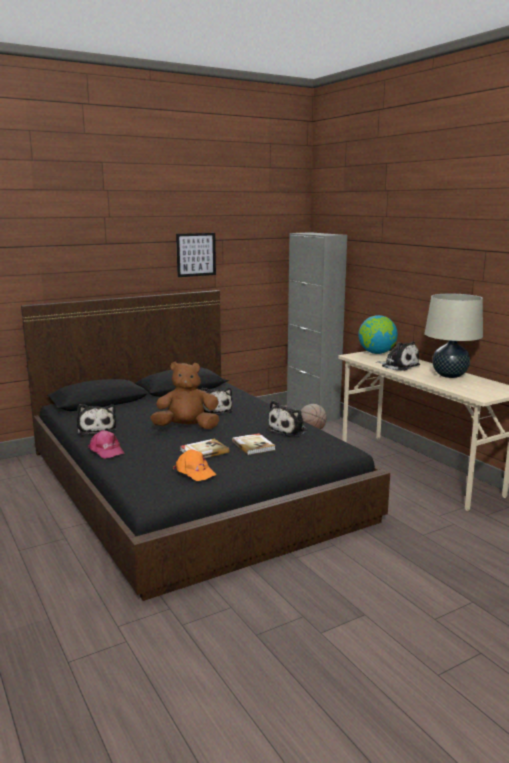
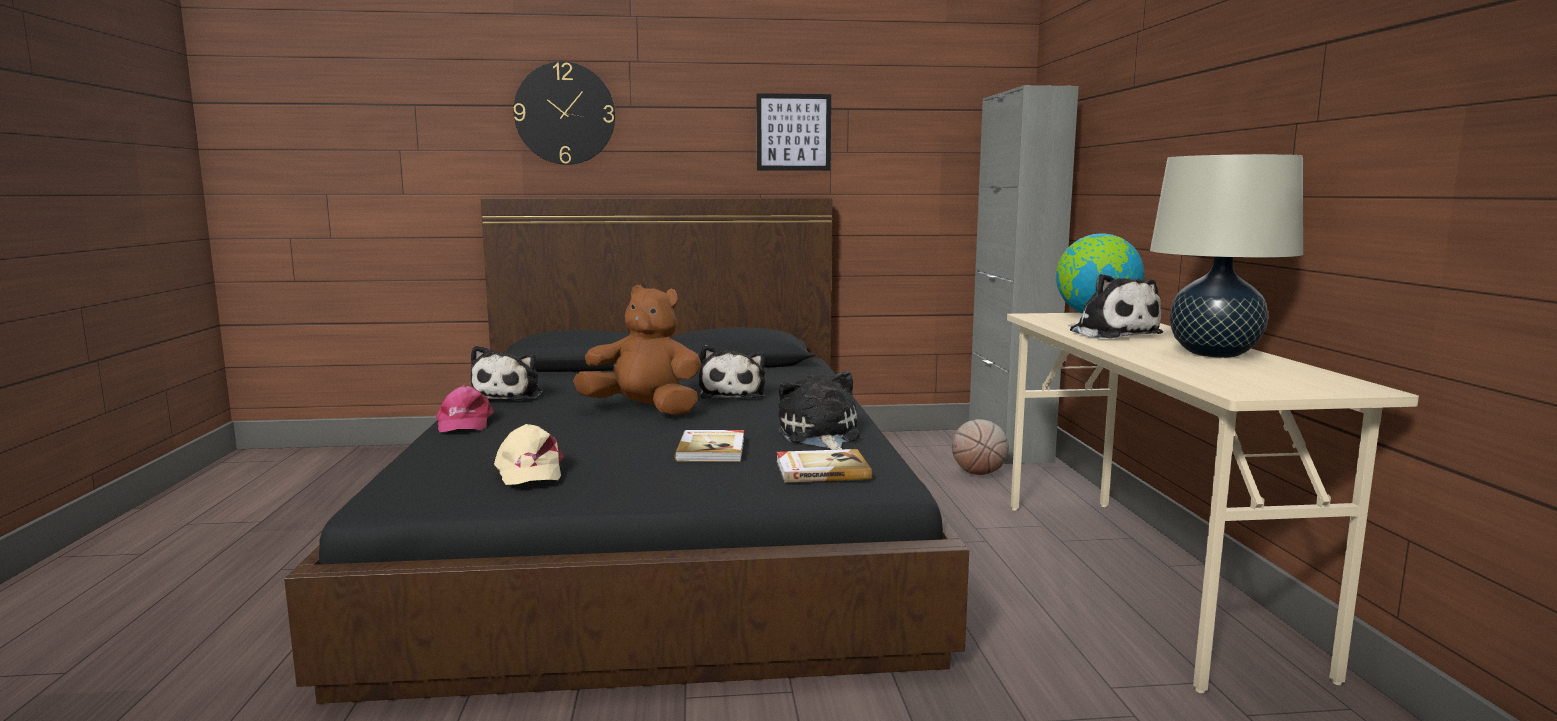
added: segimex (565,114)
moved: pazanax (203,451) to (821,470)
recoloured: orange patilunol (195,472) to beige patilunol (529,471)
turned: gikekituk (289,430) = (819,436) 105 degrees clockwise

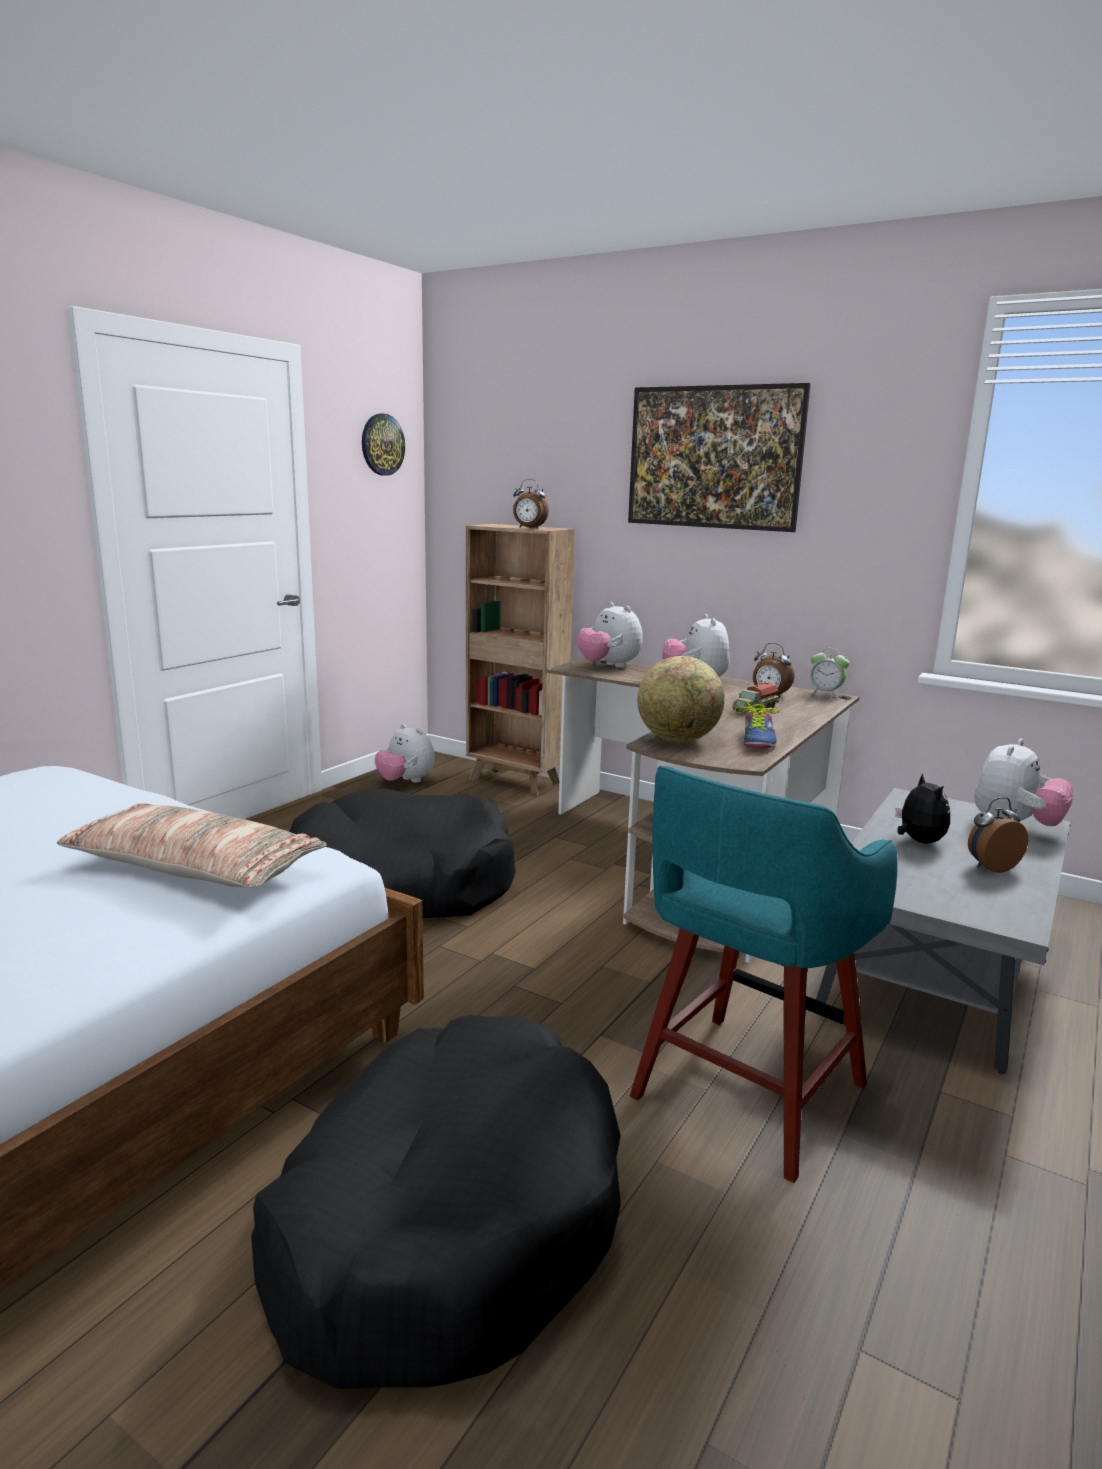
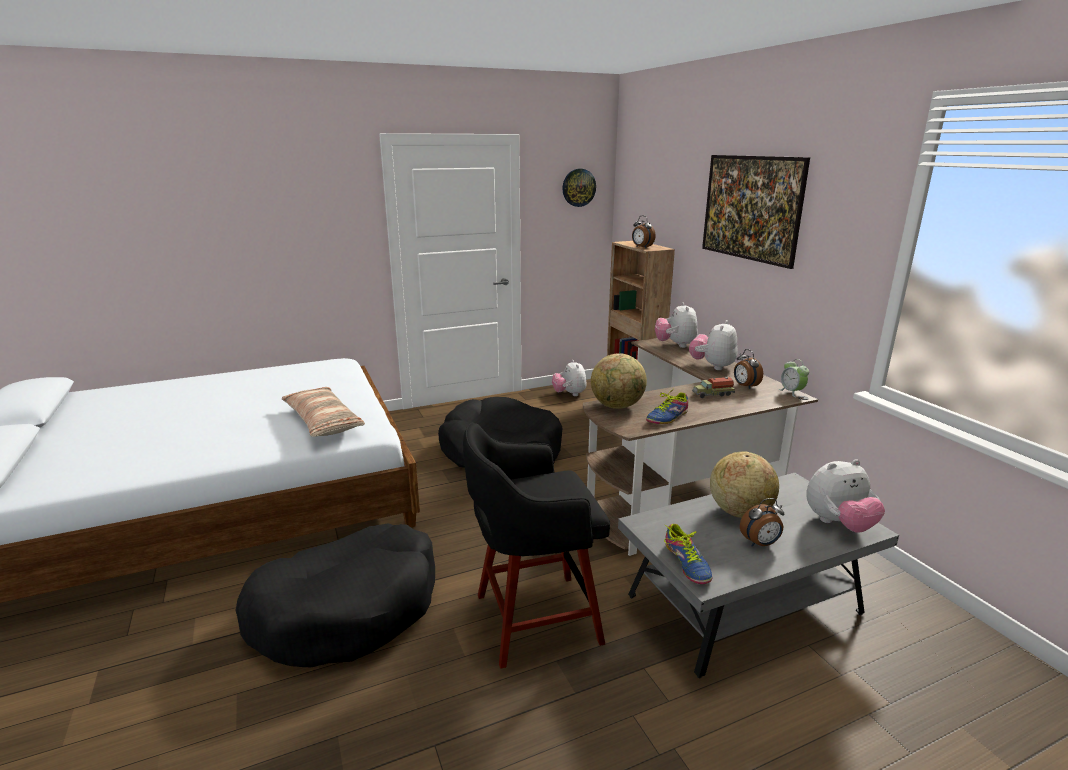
added: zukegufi (687,563)
replaced: gikekituk (918,841) to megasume (739,512)
recoloured: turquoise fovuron (745,1094) to black fovuron (533,619)
turned: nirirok (990,867) = (760,544) 150 degrees clockwise

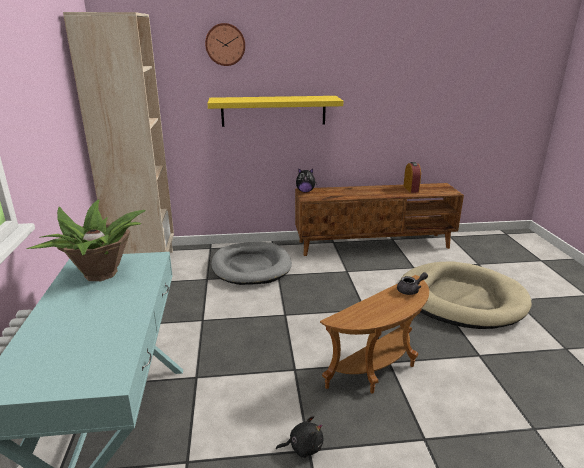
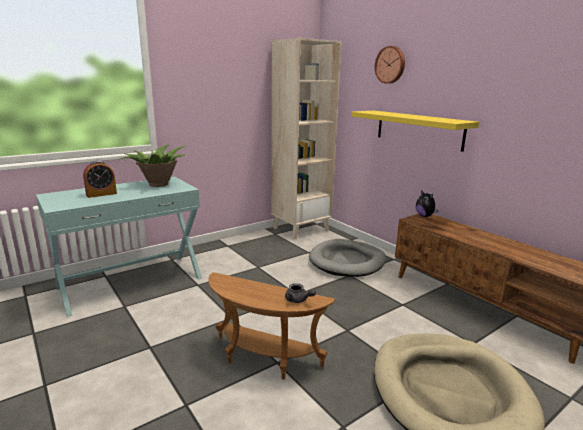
removed: black gikekituk (303,447)
moved: nirirok (411,189) to (101,194)

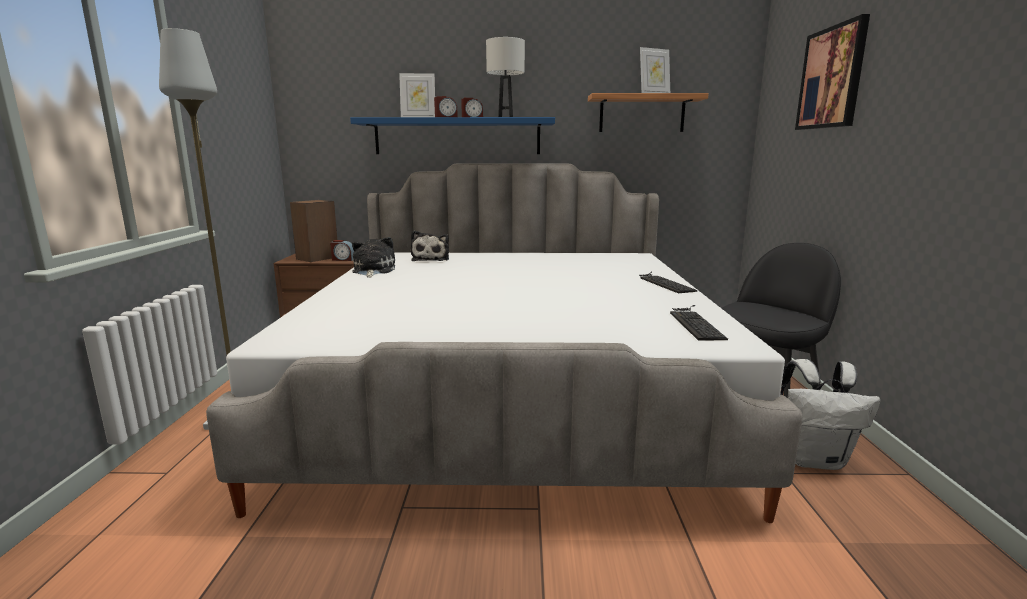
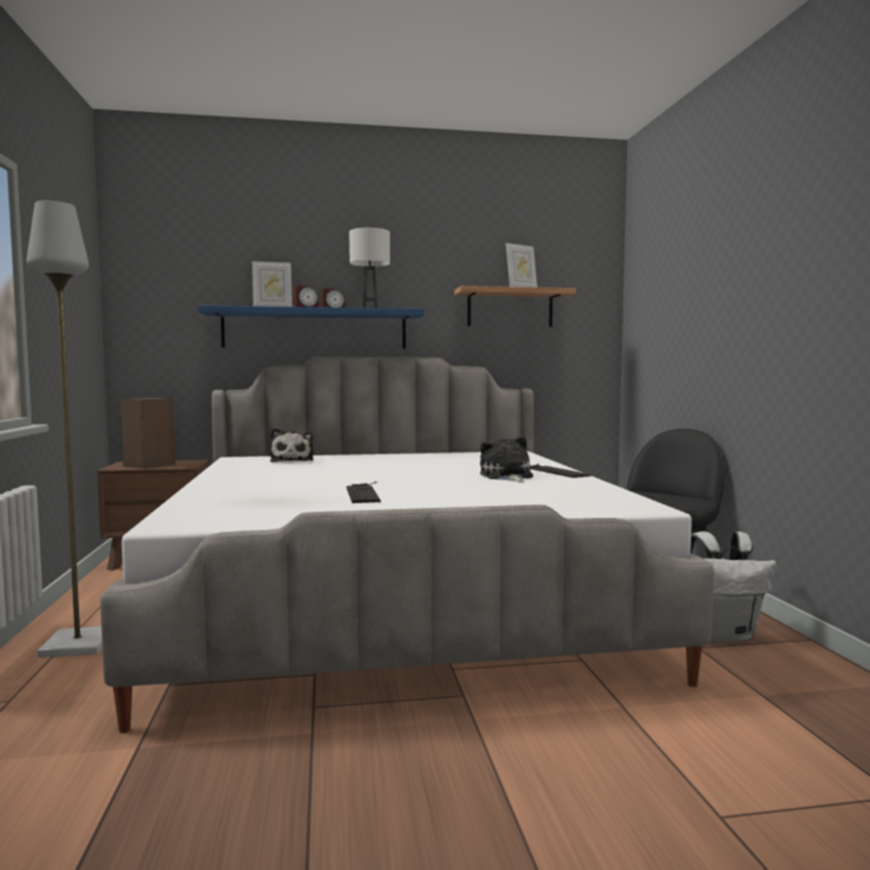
removed: nirirok (343,259); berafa (832,78)
moved: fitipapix (694,322) to (363,493); gikekituk (373,271) to (507,476)

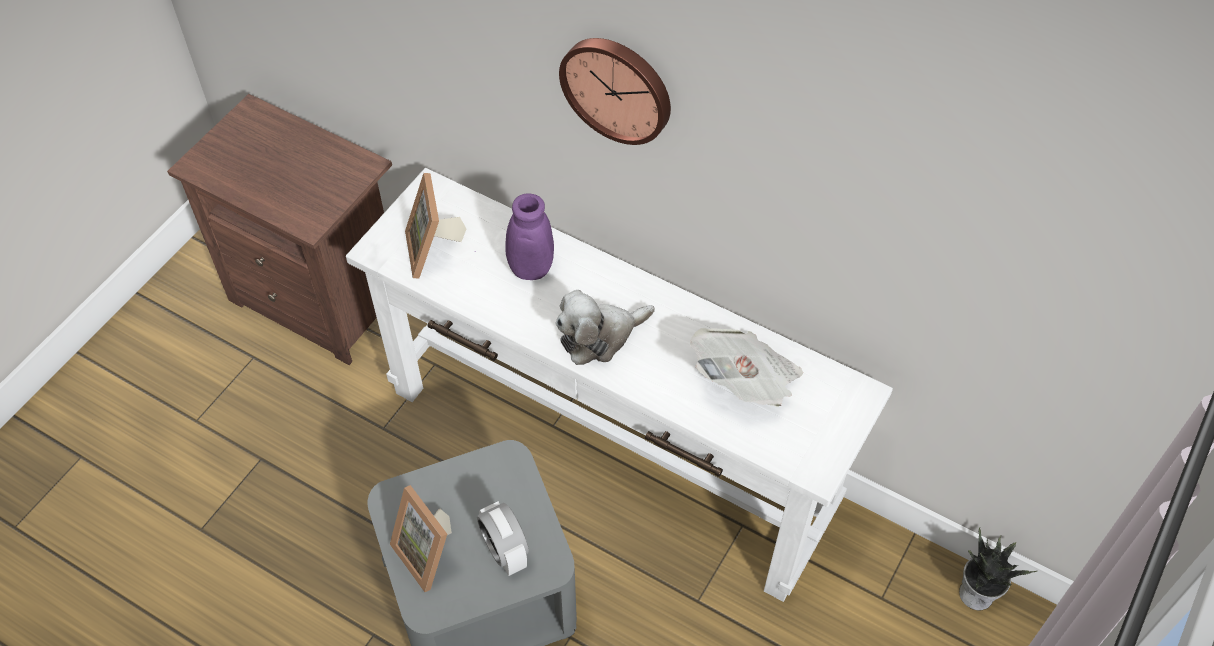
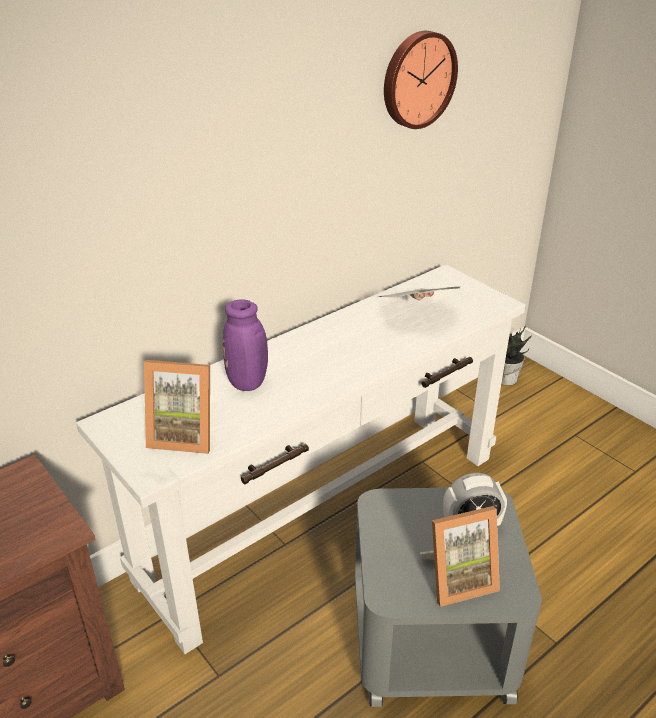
removed: gikekituk (600,336)
moved: segimex (618,88) to (417,79)

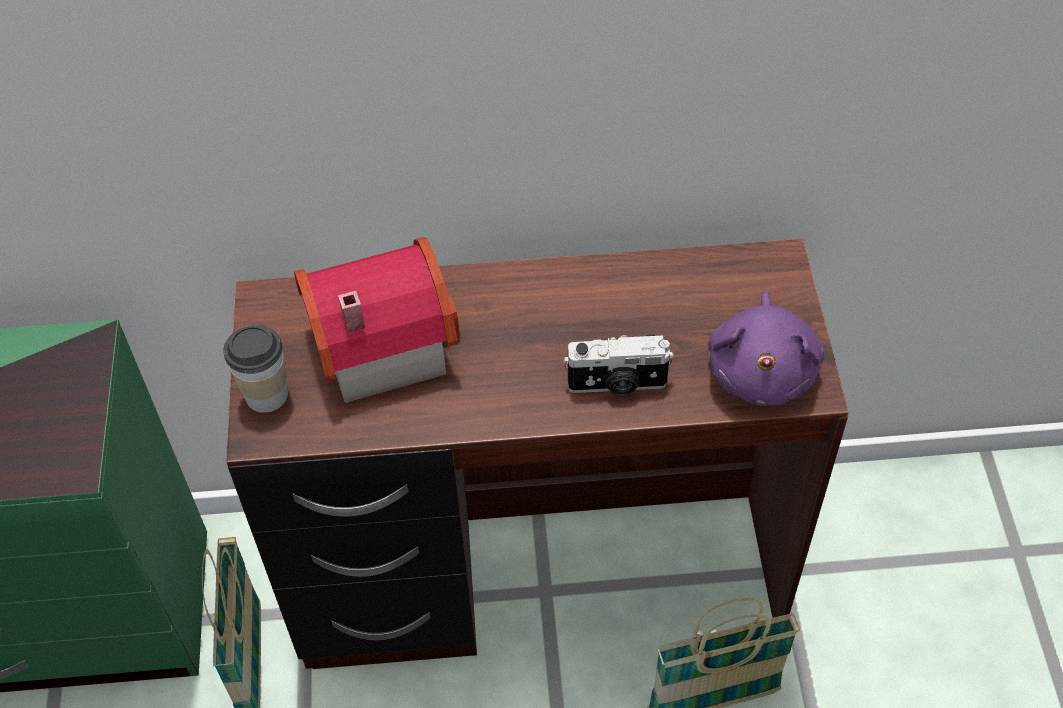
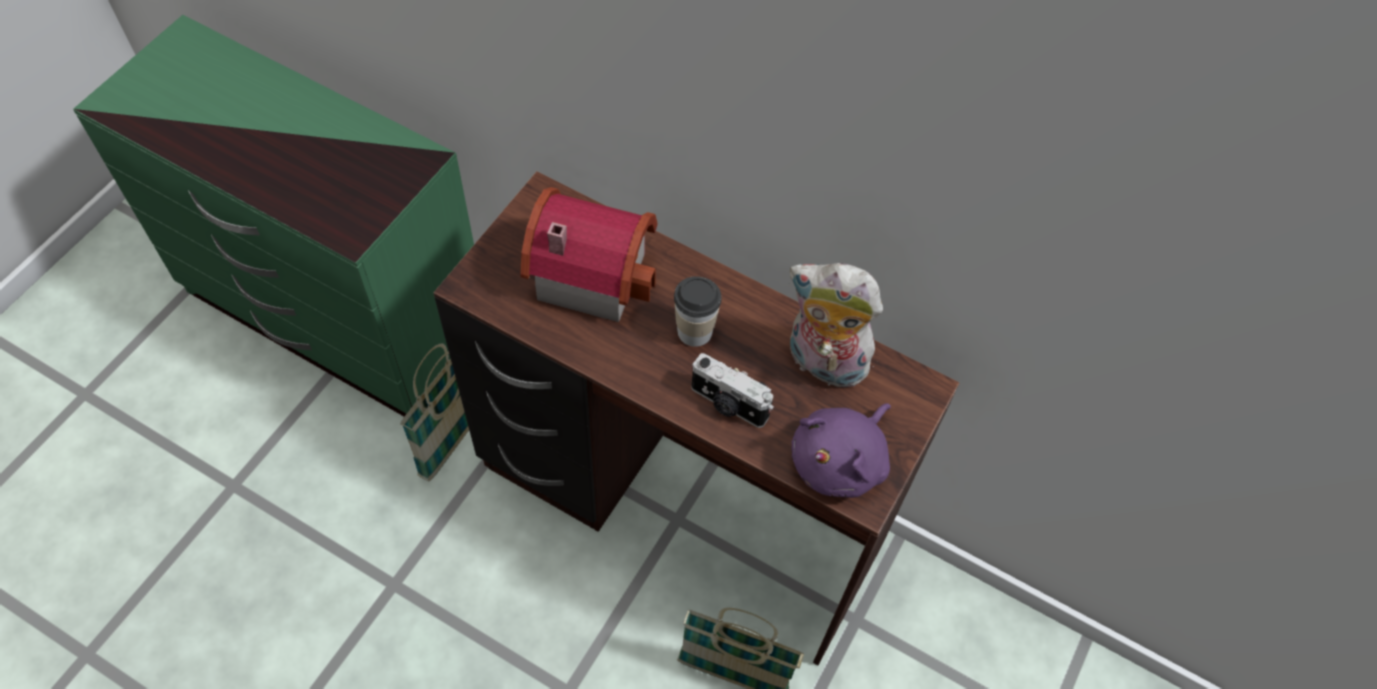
added: gikekituk (822,363)
moved: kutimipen (266,395) to (694,332)

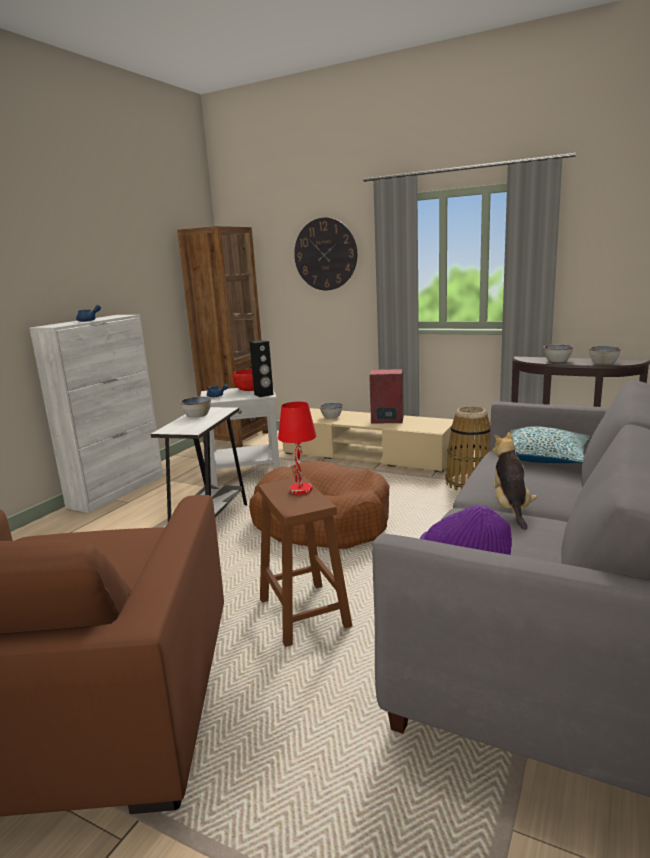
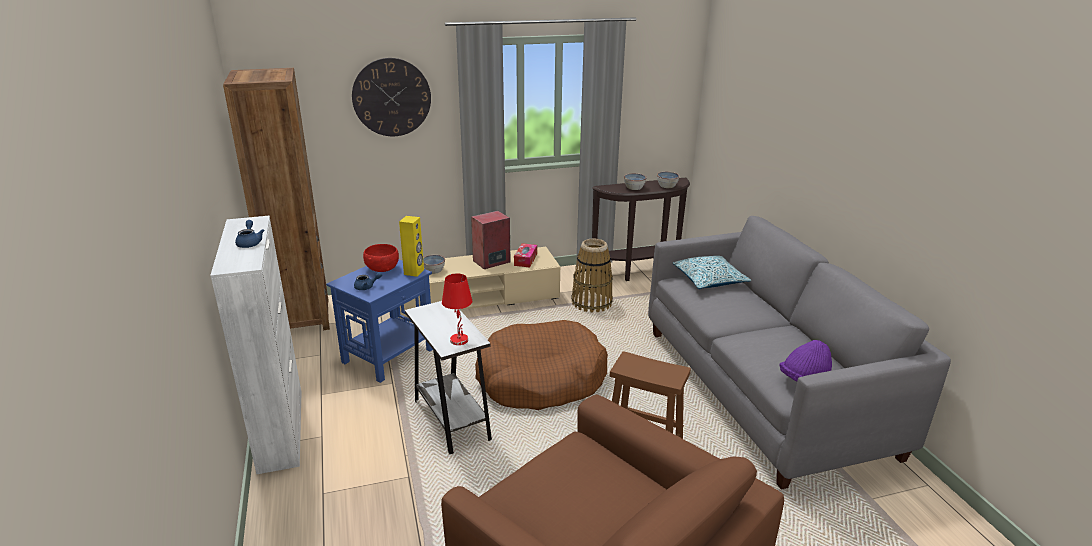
removed: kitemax (197,415); gikekituk (511,508)
added: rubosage (525,260)
moved: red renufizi (301,490) to (459,340)
recoloured: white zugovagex (246,472) to blue zugovagex (389,355); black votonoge (264,394) to yellow votonoge (414,272)

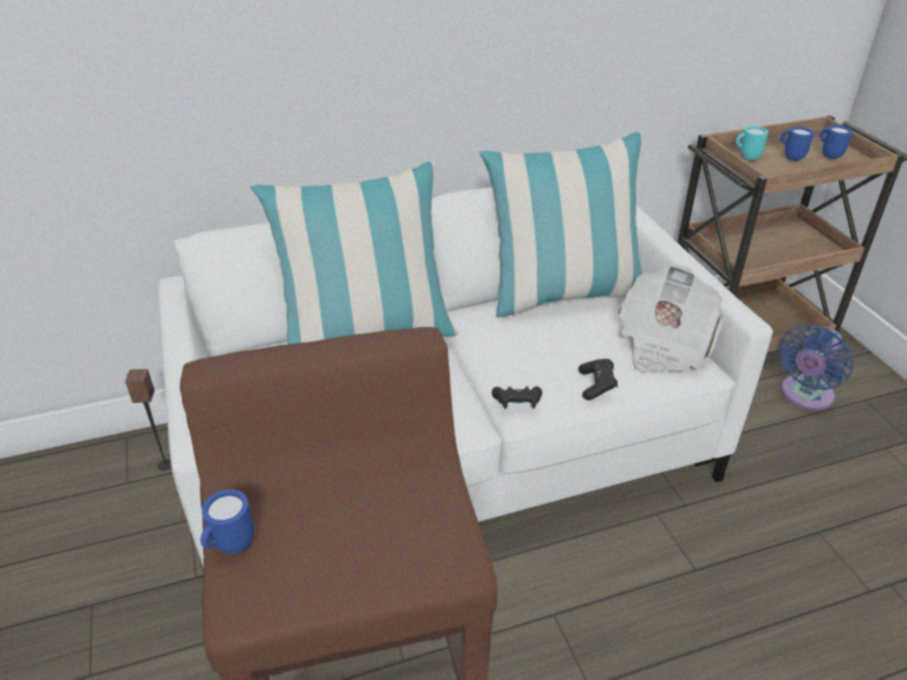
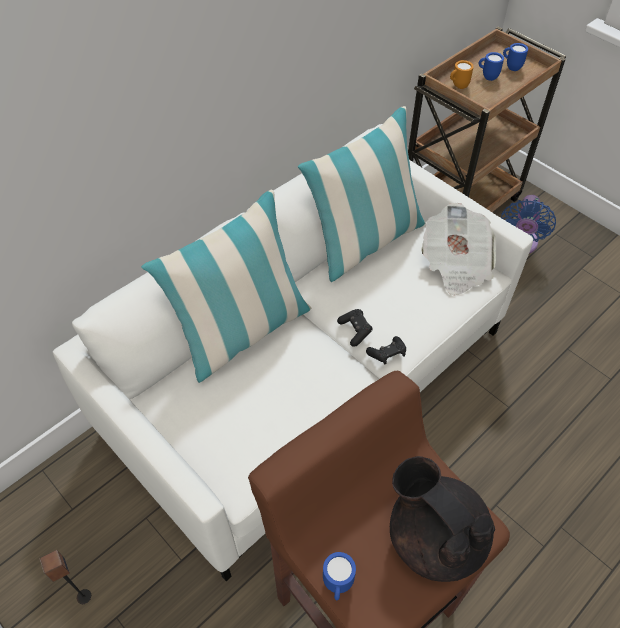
added: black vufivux (434,537)
moved: votonoge (165,465) to (83,596); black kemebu (597,386) to (355,330)
recoloured: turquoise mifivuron (746,158) to orange mifivuron (457,86)

